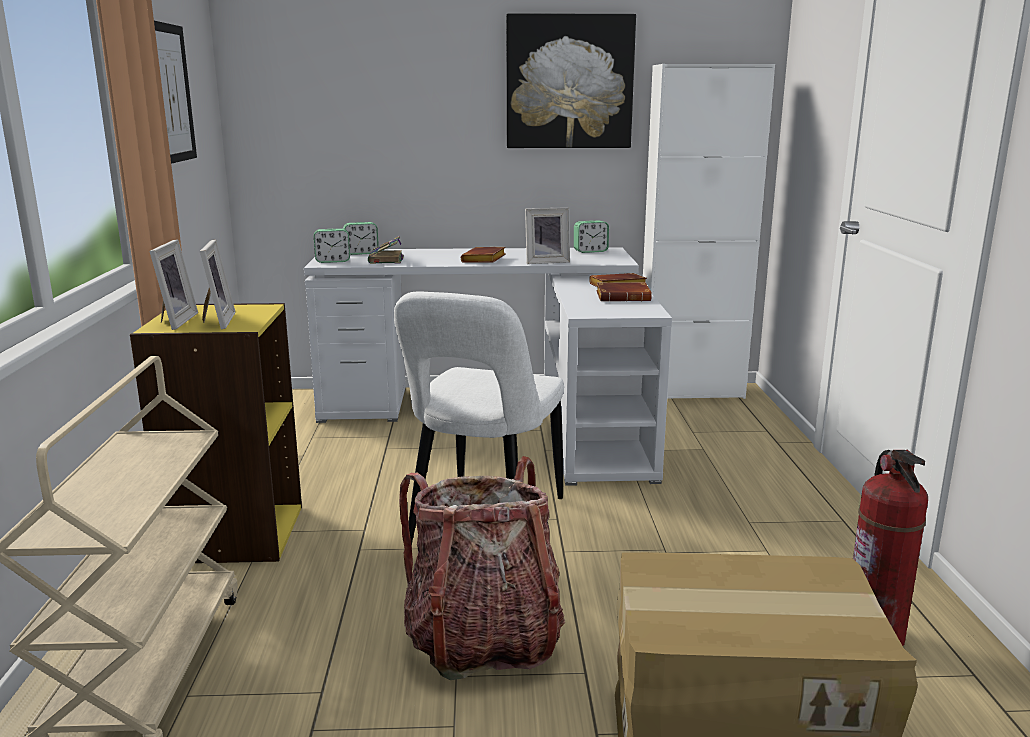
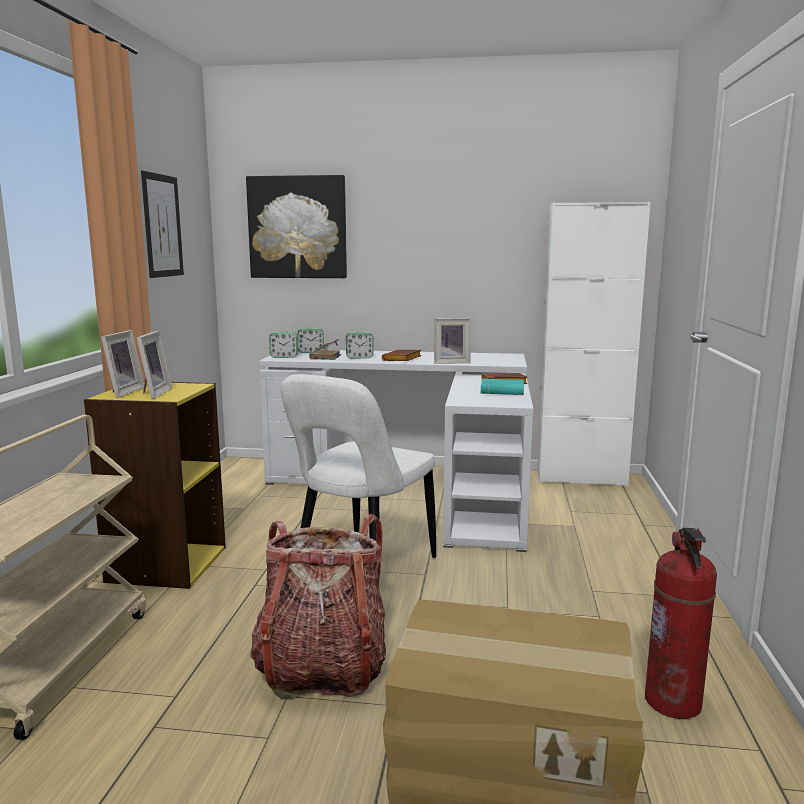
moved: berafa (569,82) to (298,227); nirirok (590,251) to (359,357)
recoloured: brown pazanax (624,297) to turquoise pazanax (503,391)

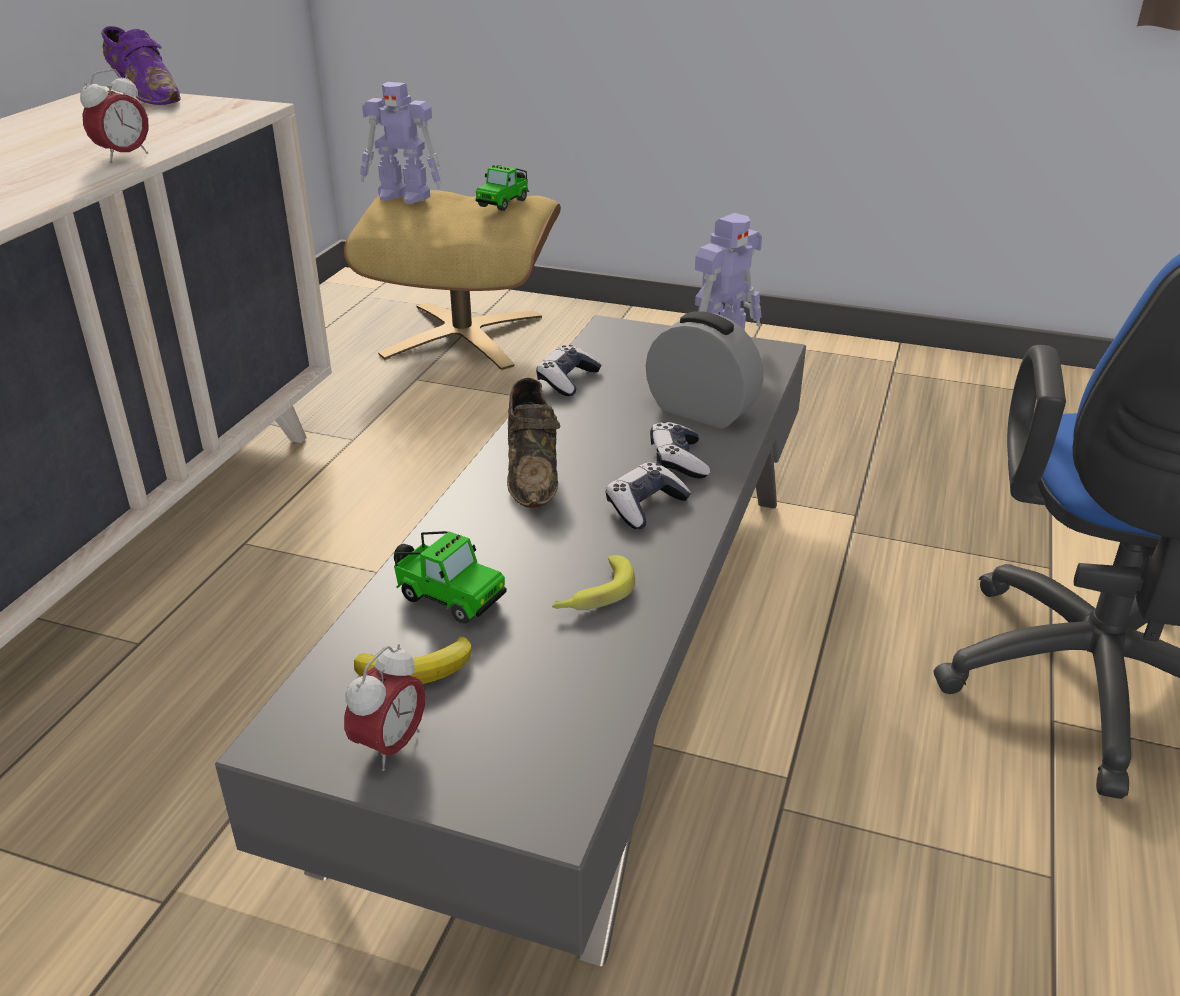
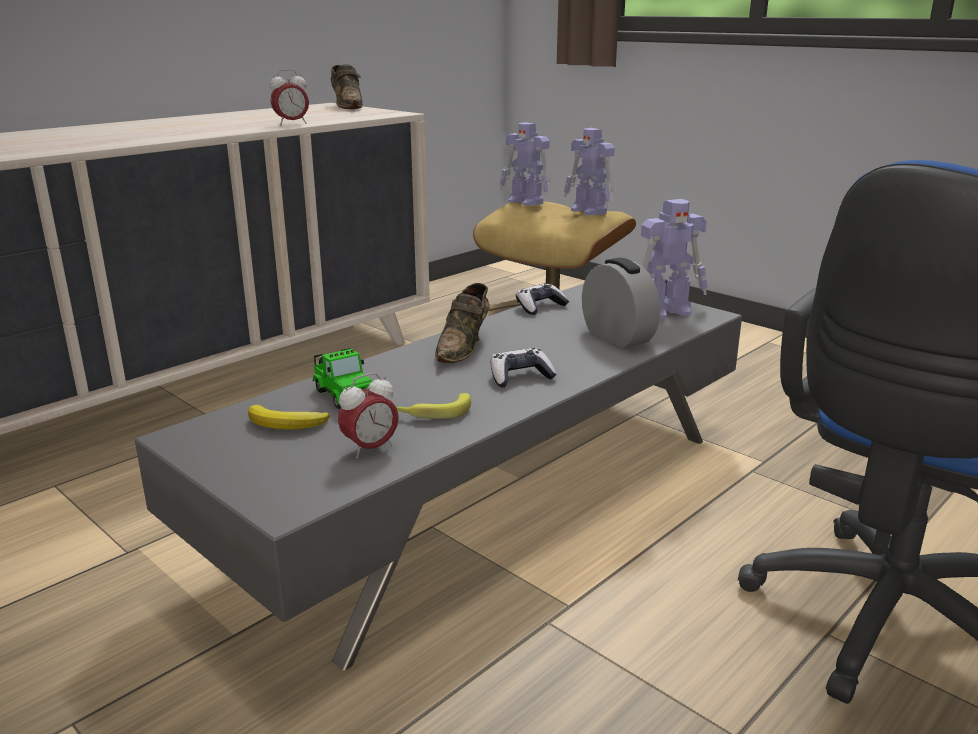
removed: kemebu (678,461)
moved: nirirok (390,746) to (370,449)
replaced: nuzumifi (504,202) to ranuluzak (589,211)
recoloured: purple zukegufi (146,96) to brown zukegufi (347,106)

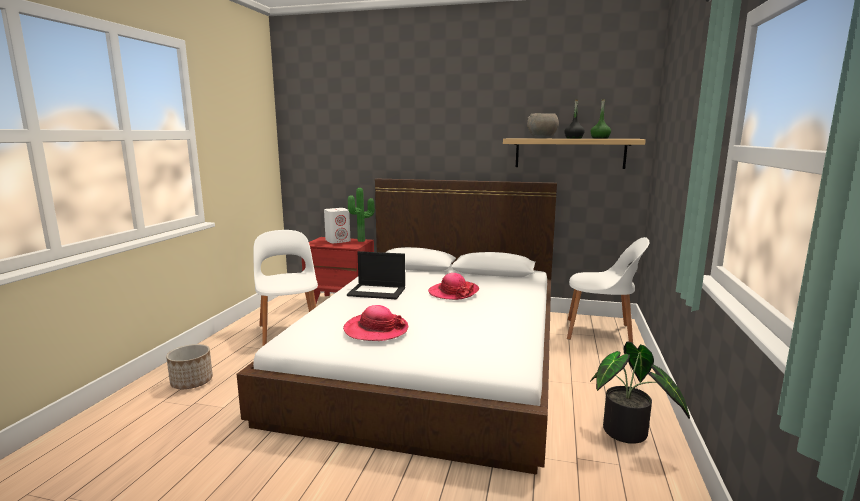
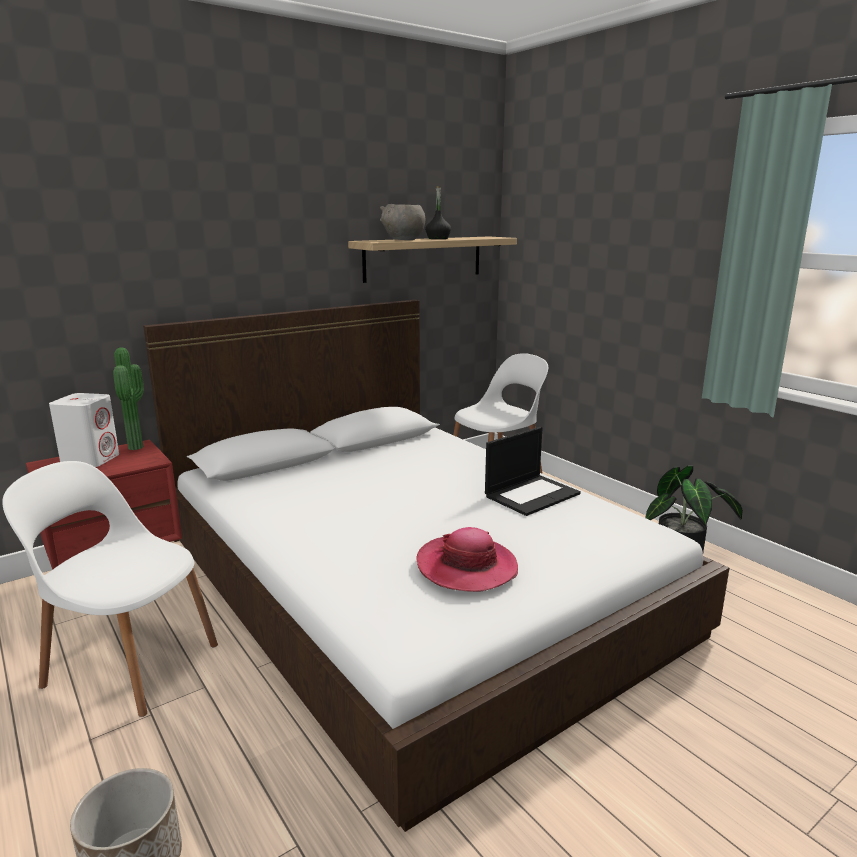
removed: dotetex (453,292); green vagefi (600,138)
moved: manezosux (377,291) to (532,494)

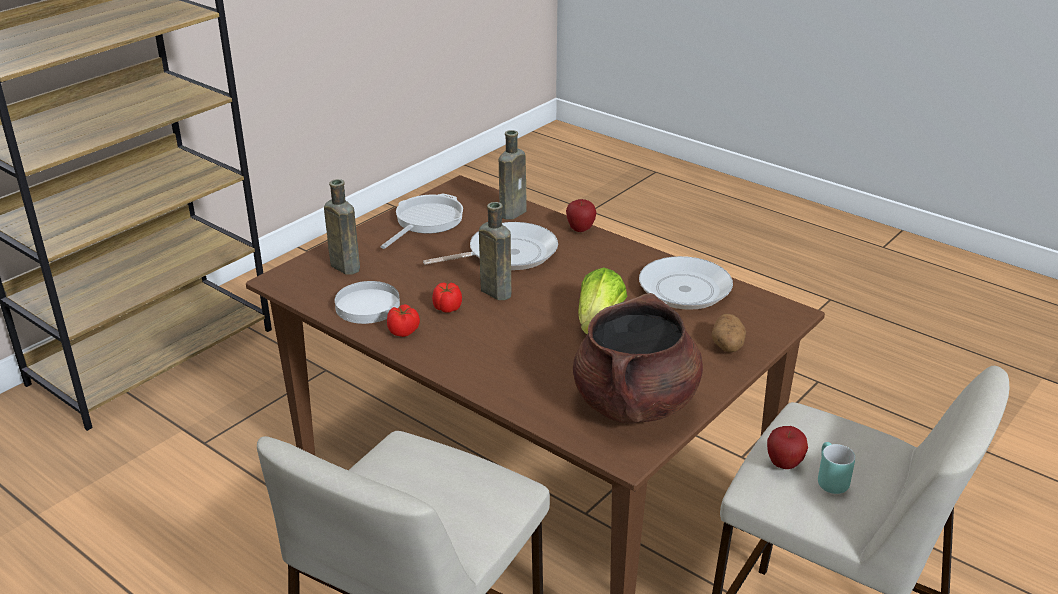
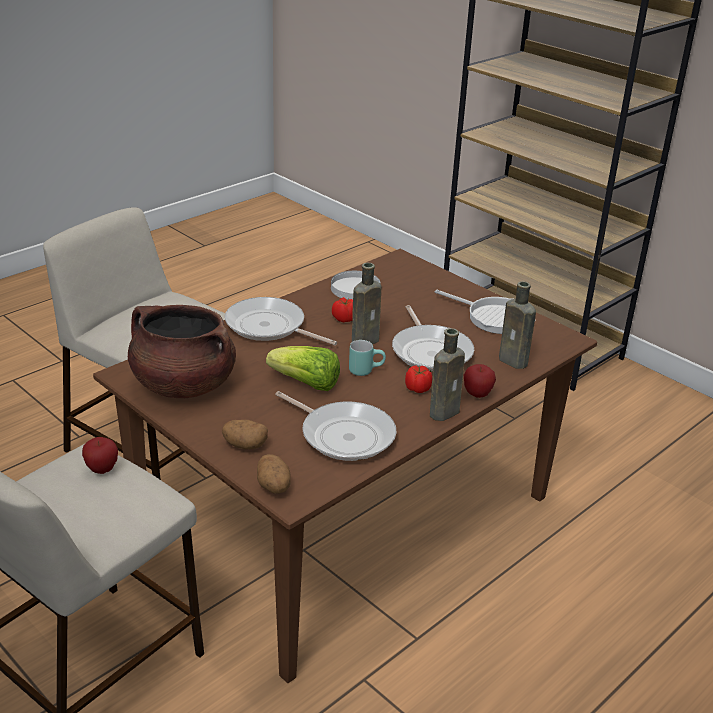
added: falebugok (269,327); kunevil (274,487)
moved: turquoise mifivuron (828,480) to (366,370); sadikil (404,331) to (418,389); brown vagefi (343,266) to (445,411)

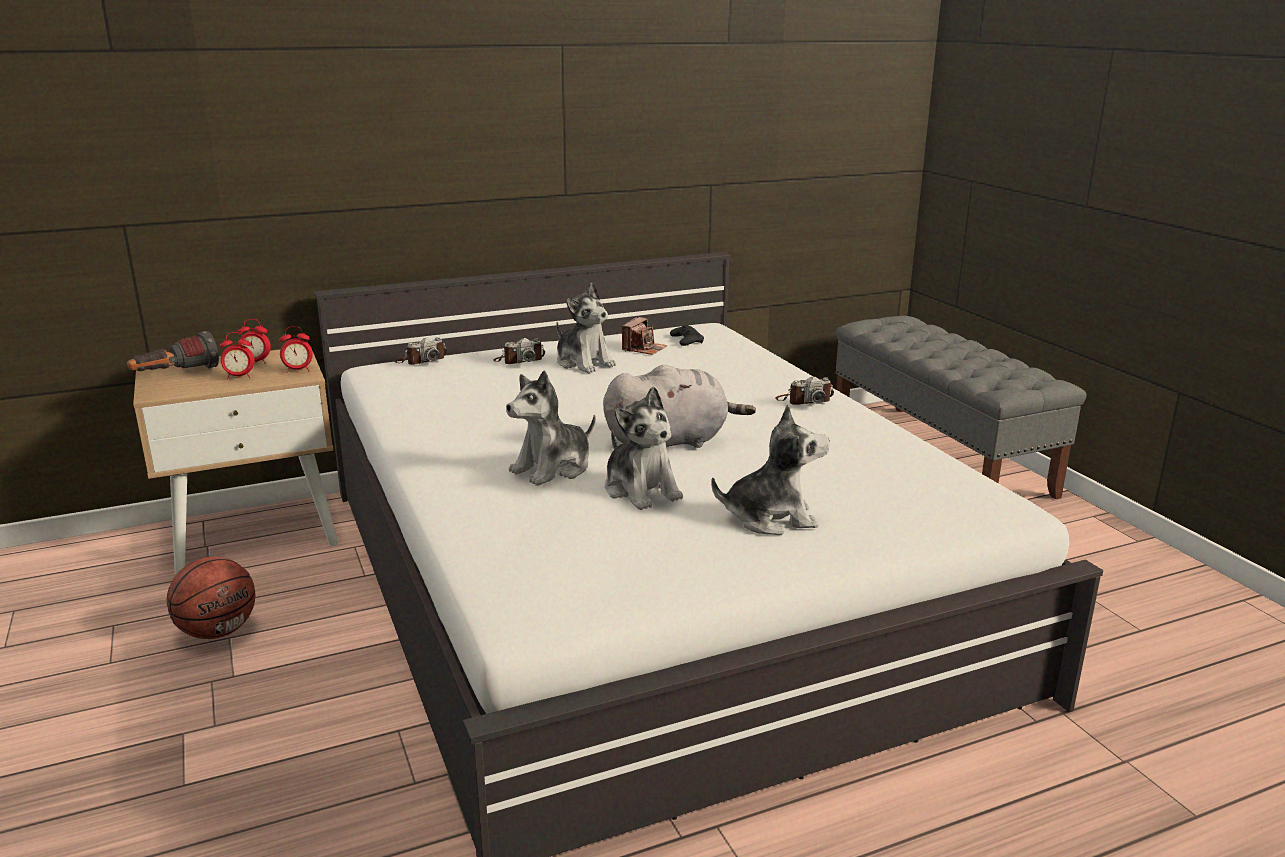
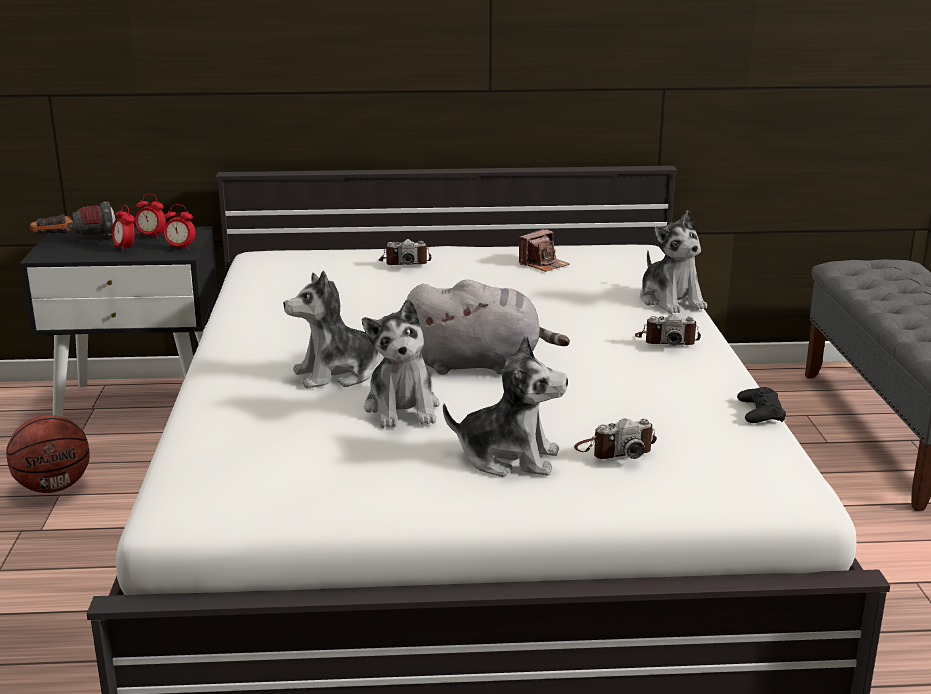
moved: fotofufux (421,360) to (615,450); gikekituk (584,362) to (671,301); black kemebu (686,340) to (760,412)
recoloured: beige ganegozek (256,533) to black ganegozek (141,404)
turned: nirirok (239,377) = (125,249) 45 degrees clockwise

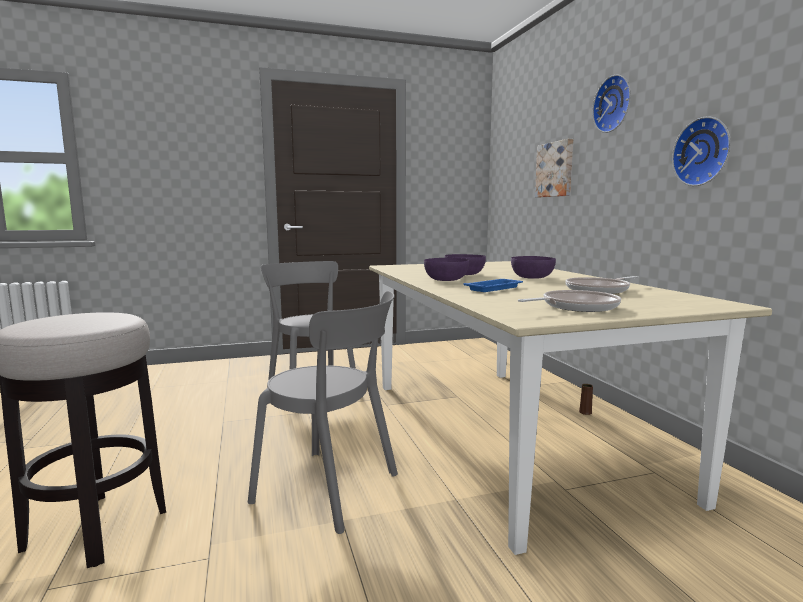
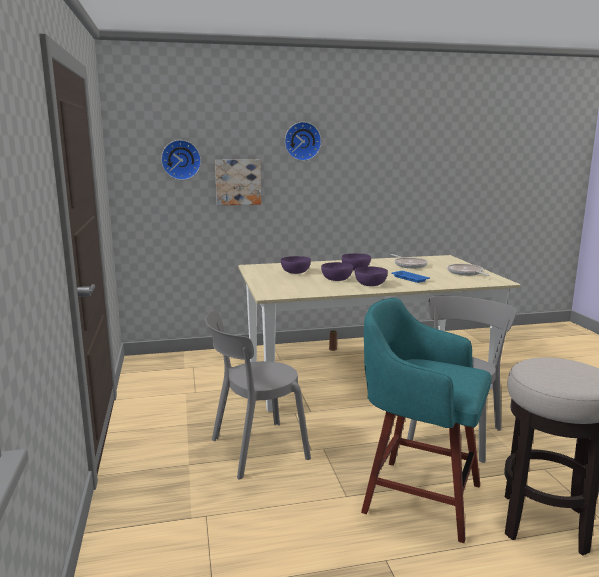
added: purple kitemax (295,272); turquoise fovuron (418,496)
moved: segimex (704,152) to (181,160)

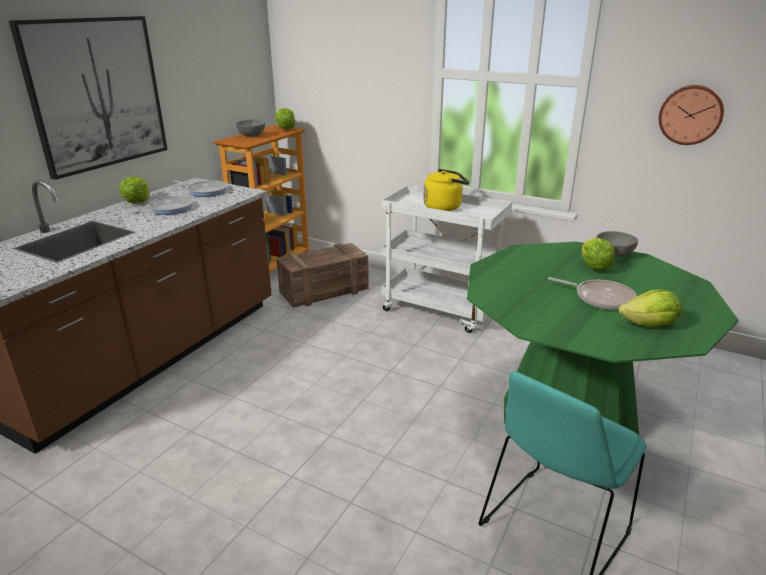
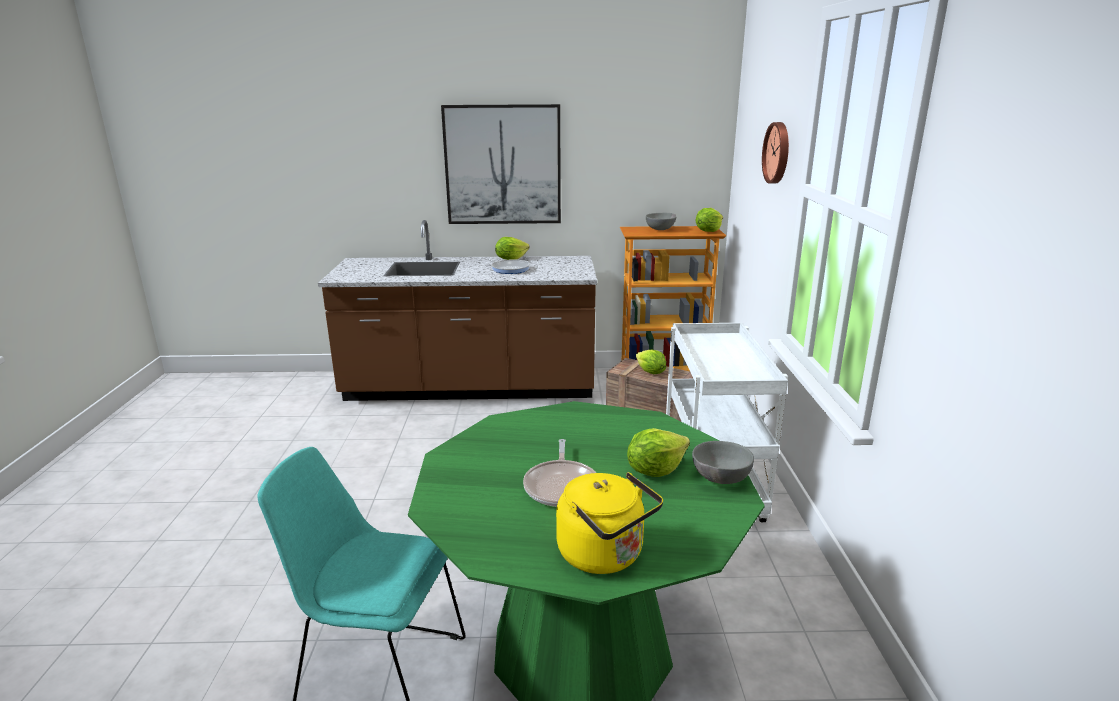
removed: falebugok (206,191)
moved: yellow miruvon (444,207) to (605,555); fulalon (649,325) to (650,372); segimex (690,114) to (778,153)

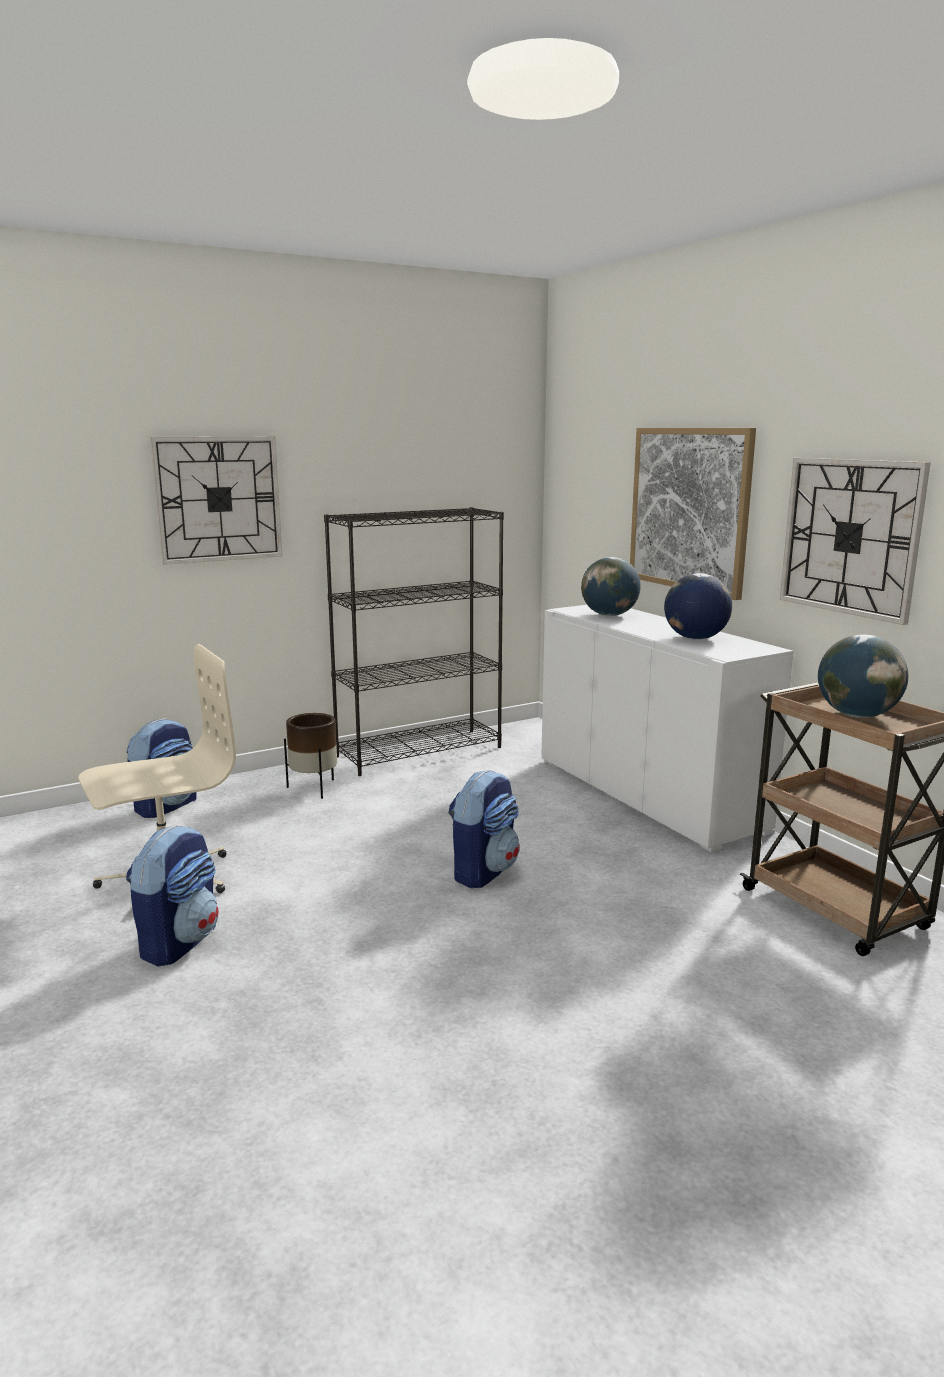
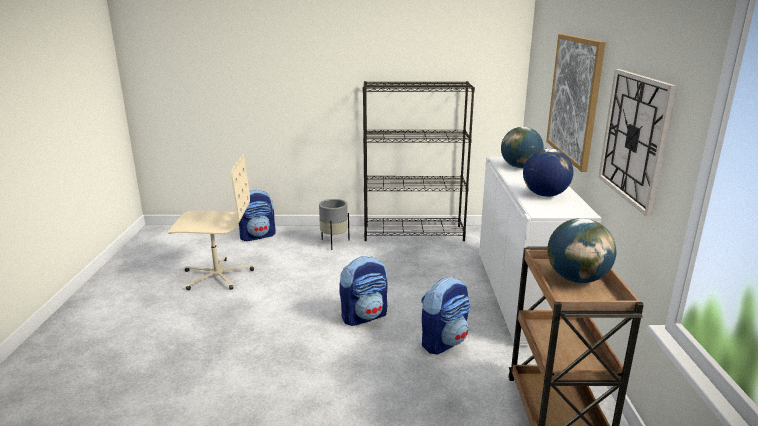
removed: segimex (218,499)
moved: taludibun (179,942) to (444,342)
recoloured: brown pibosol (314,788) to grey pibosol (334,243)

